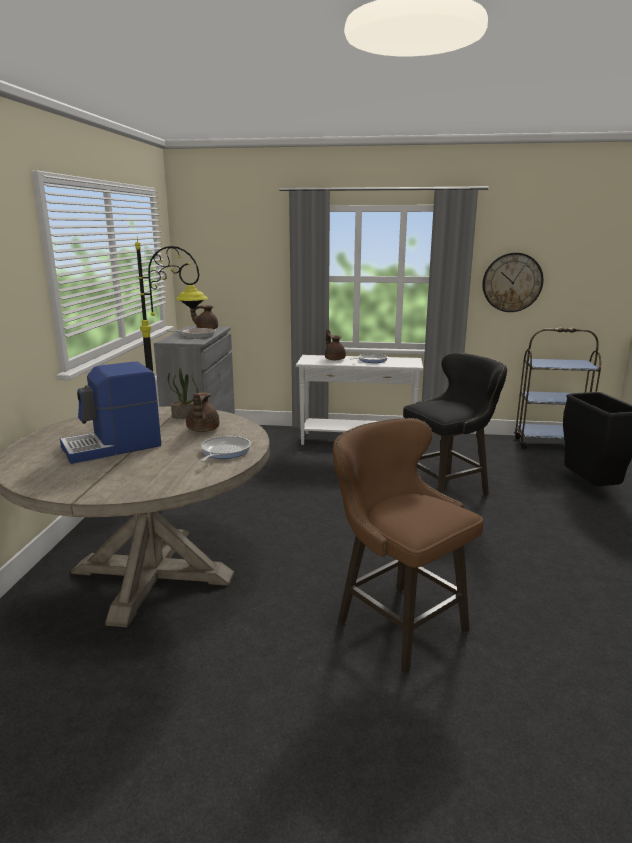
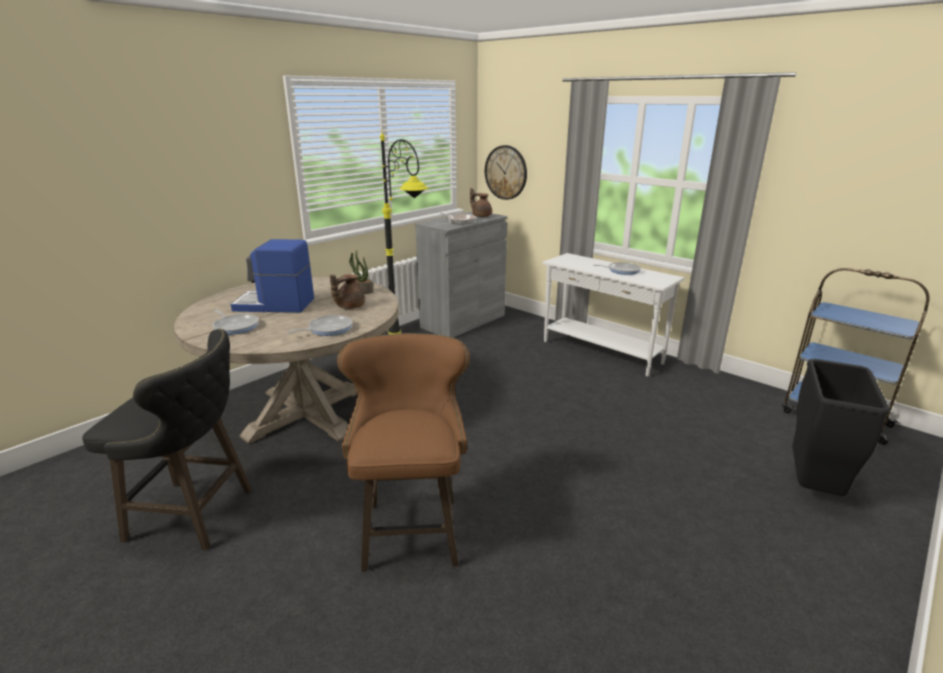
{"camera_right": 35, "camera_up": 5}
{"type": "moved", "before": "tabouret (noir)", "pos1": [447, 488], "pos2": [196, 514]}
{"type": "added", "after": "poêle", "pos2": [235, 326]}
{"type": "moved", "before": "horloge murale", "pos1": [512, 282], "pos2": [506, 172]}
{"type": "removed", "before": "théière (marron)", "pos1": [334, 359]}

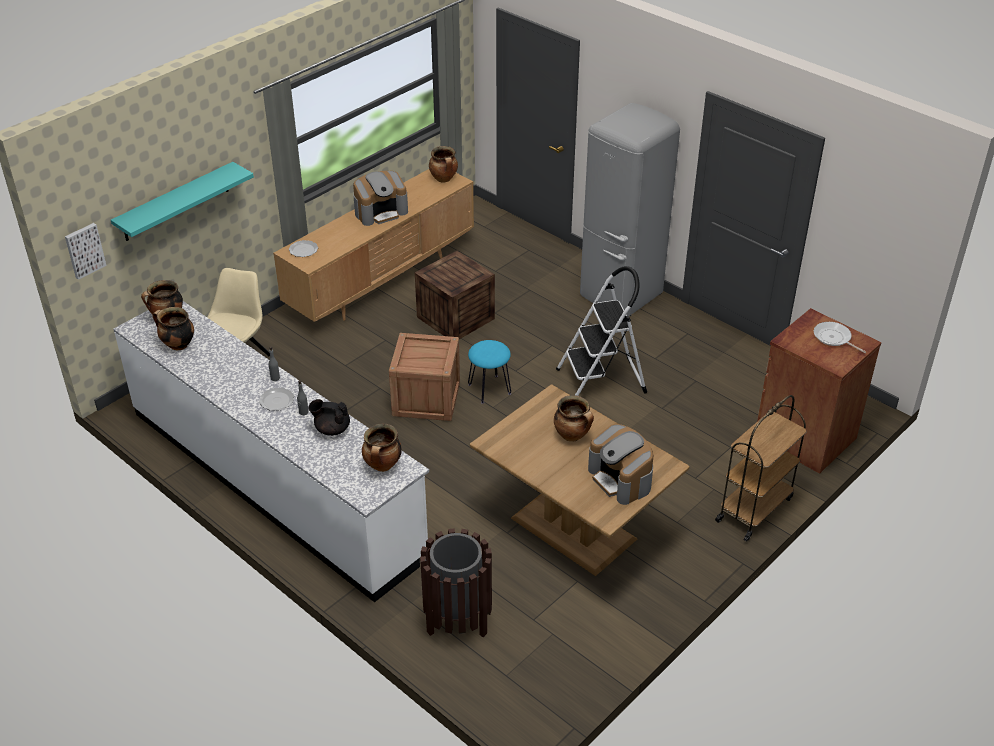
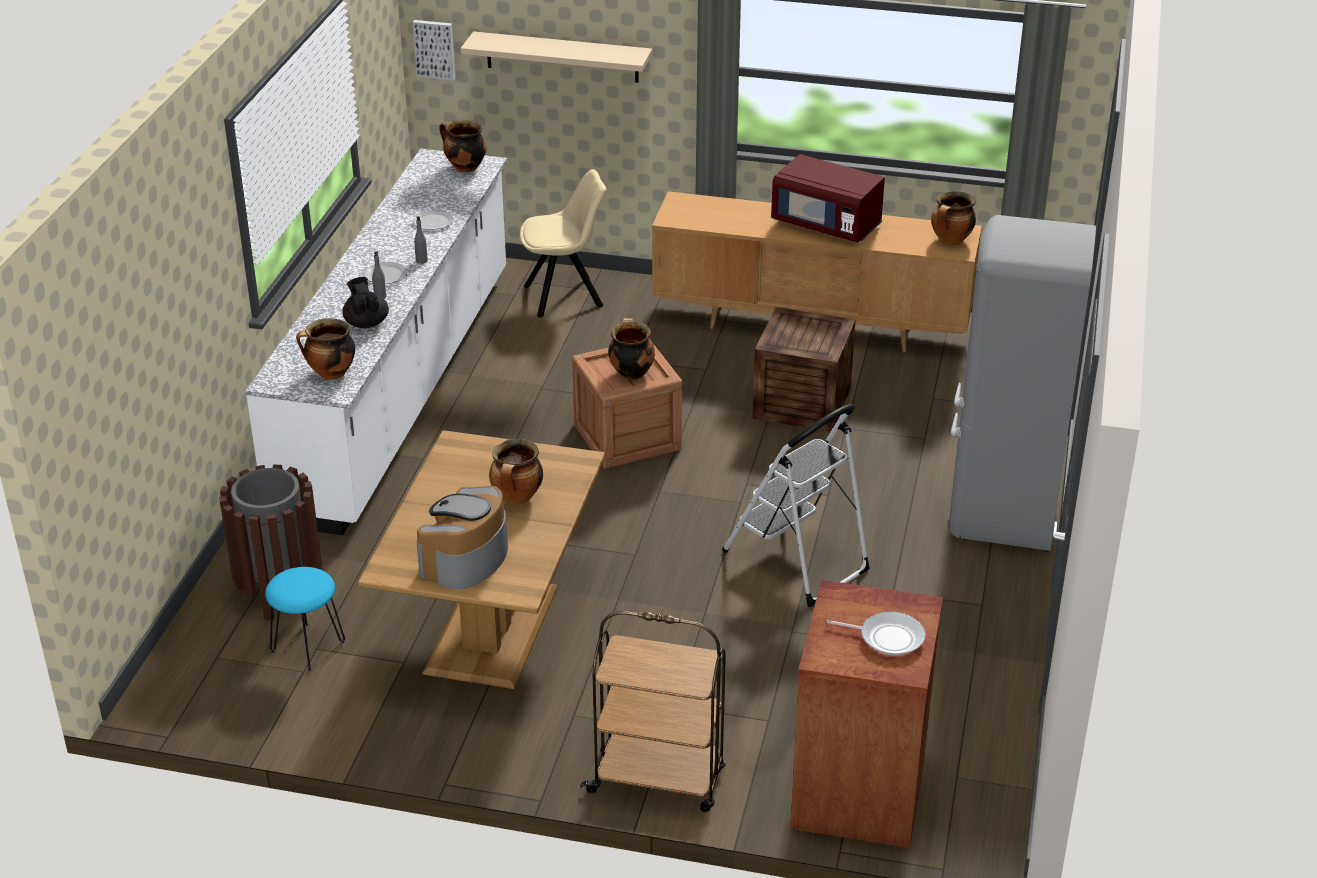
{"camera_right": 60, "camera_up": -5}
{"type": "moved", "before": "tabouret (turquoise)", "pos1": [489, 389], "pos2": [308, 647]}
{"type": "moved", "before": "assiette", "pos1": [303, 250], "pos2": [432, 222]}
{"type": "recoloured", "before": "étagère (turquoise)", "after": "étagère (beige)", "pos1": [176, 202], "pos2": [562, 57]}
{"type": "moved", "before": "marmite", "pos1": [177, 345], "pos2": [631, 373]}
{"type": "replaced", "before": "machine à café", "after": "micro-ondes (rouge)", "pos1": [381, 212], "pos2": [826, 225]}
{"type": "turned", "before": "poêle", "pos1": [833, 338], "pos2": [888, 637], "turn": 90}

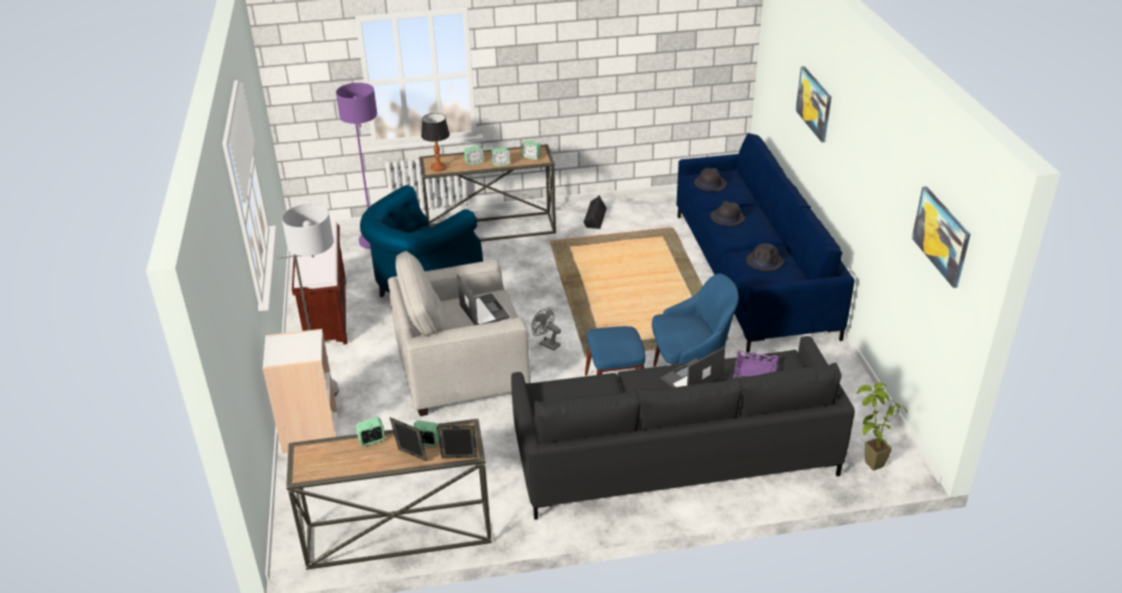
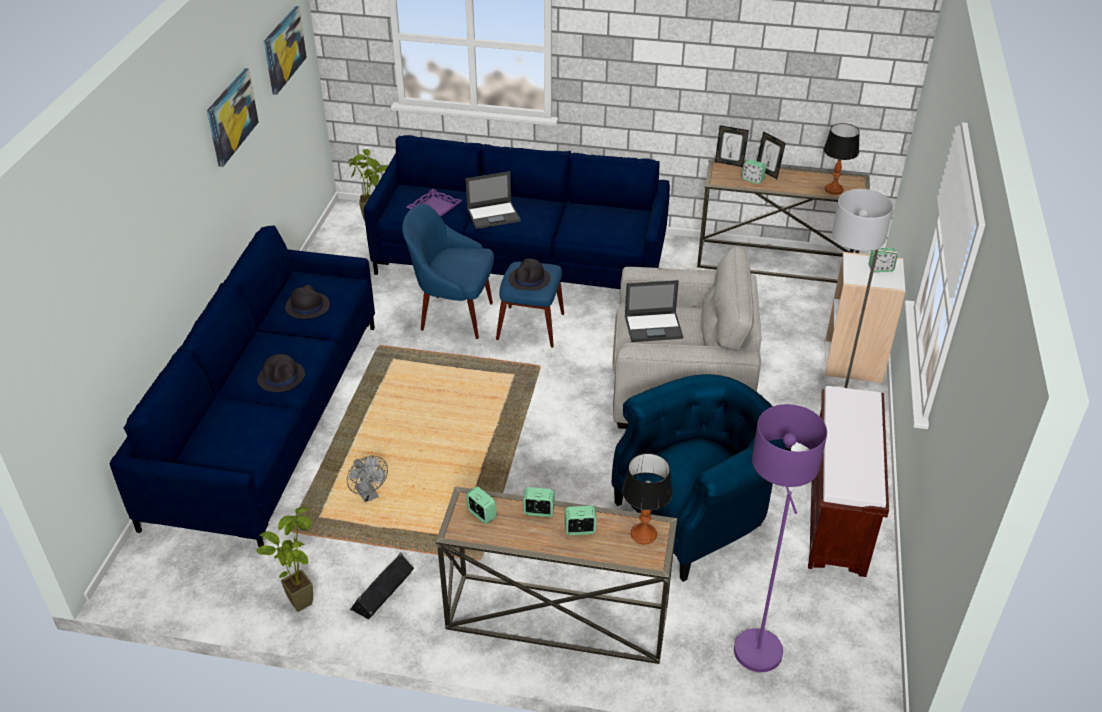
{"camera_right": -160, "camera_up": 5}
{"type": "moved", "before": "tableau", "pos1": [814, 103], "pos2": [231, 116]}
{"type": "added", "after": "plante en pot", "pos2": [299, 596]}
{"type": "moved", "before": "ventilateur (gris)", "pos1": [546, 344], "pos2": [369, 495]}
{"type": "recoloured", "before": "canapé (noir)", "after": "canapé (bleu)", "pos1": [674, 455], "pos2": [520, 261]}
{"type": "moved", "before": "chapeau (noir)", "pos1": [710, 183], "pos2": [529, 279]}
{"type": "turned", "before": "ordinateur portable", "pos1": [483, 310], "pos2": [654, 327], "turn": -90}
{"type": "added", "after": "lampe de table", "pos2": [833, 189]}
{"type": "moved", "before": "réveil", "pos1": [372, 440], "pos2": [880, 269]}

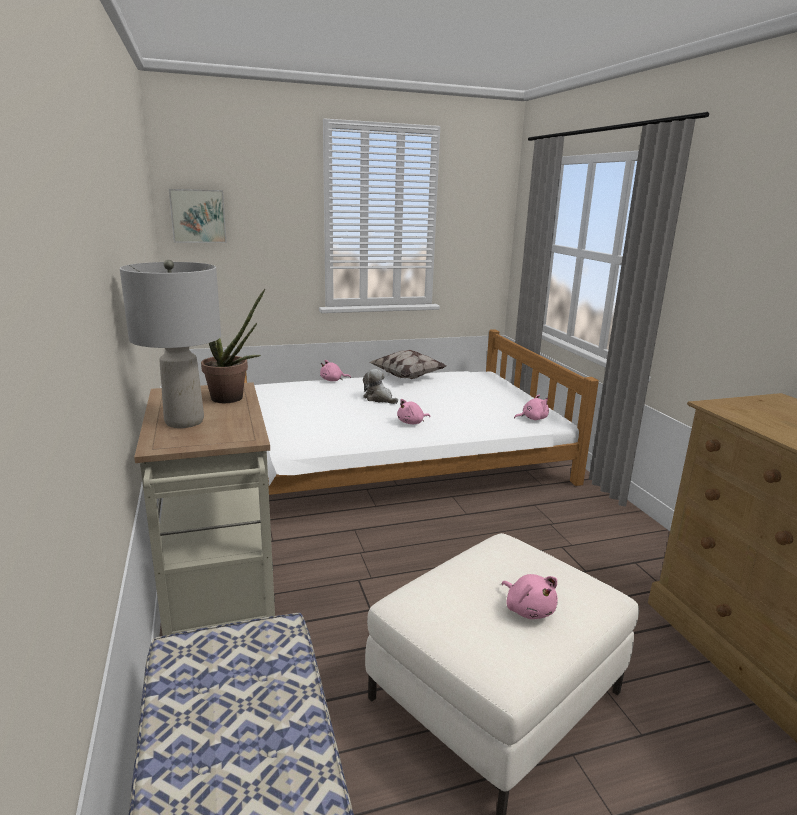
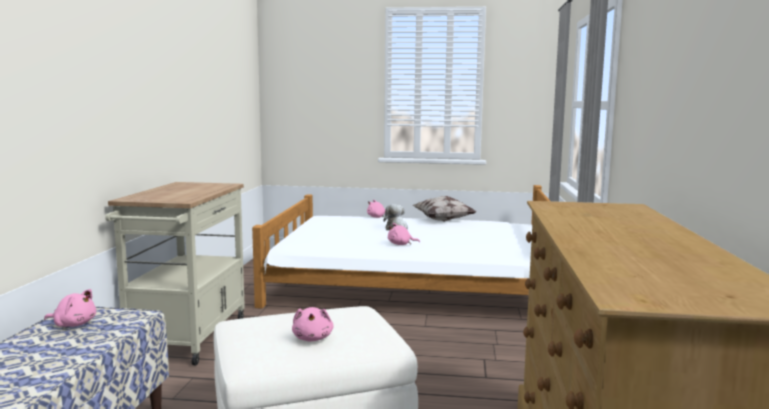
{"camera_right": 25, "camera_up": -10}
{"type": "moved", "before": "peluche (rose)", "pos1": [532, 418], "pos2": [73, 324]}
{"type": "removed", "before": "lampe de table (gris)", "pos1": [185, 421]}
{"type": "removed", "before": "tableau", "pos1": [198, 216]}
{"type": "removed", "before": "plante en pot", "pos1": [232, 399]}

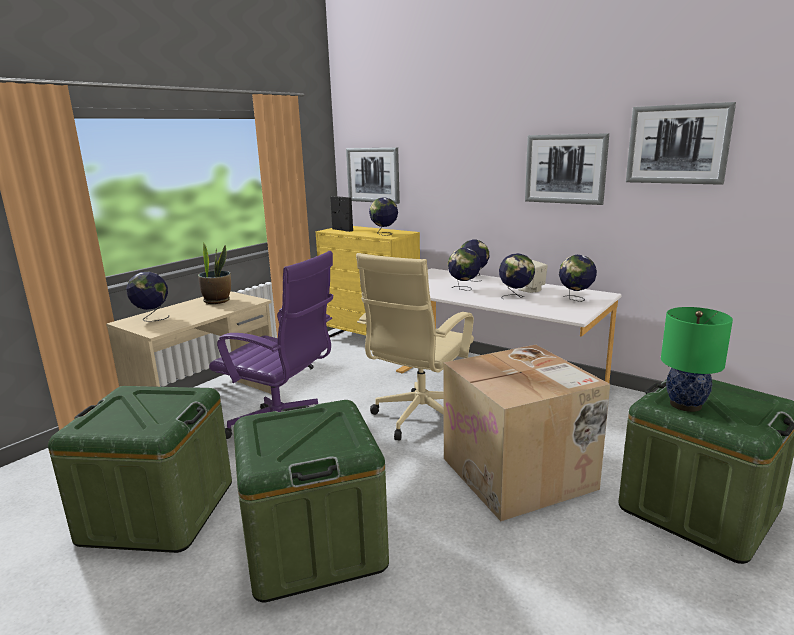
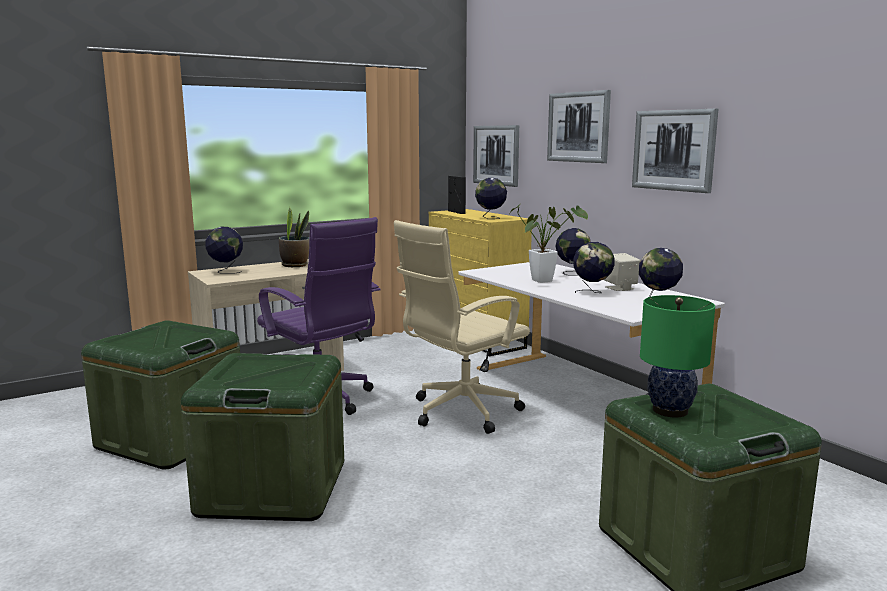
{"camera_right": 20, "camera_up": -5}
{"type": "replaced", "before": "globe", "after": "plante en pot", "pos1": [464, 289], "pos2": [546, 280]}
{"type": "moved", "before": "tableau", "pos1": [677, 144], "pos2": [578, 127]}
{"type": "removed", "before": "carton", "pos1": [520, 473]}

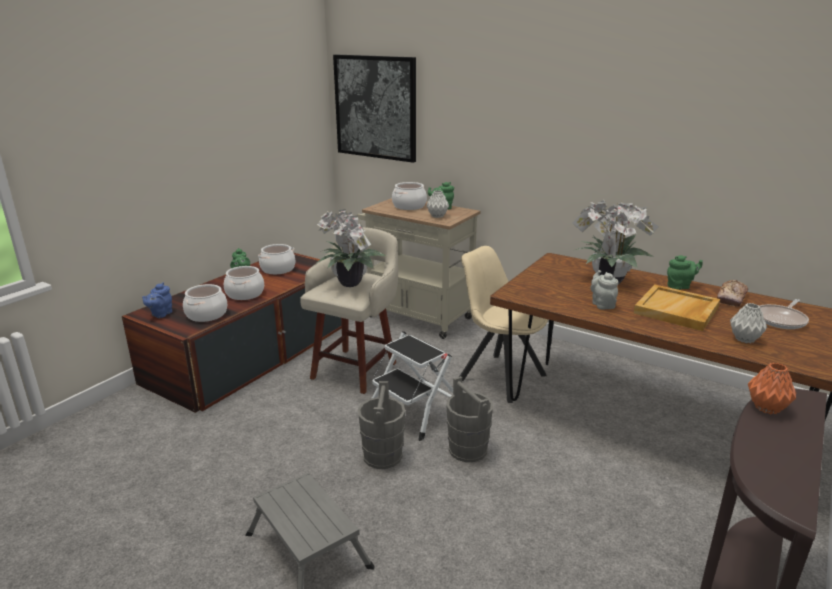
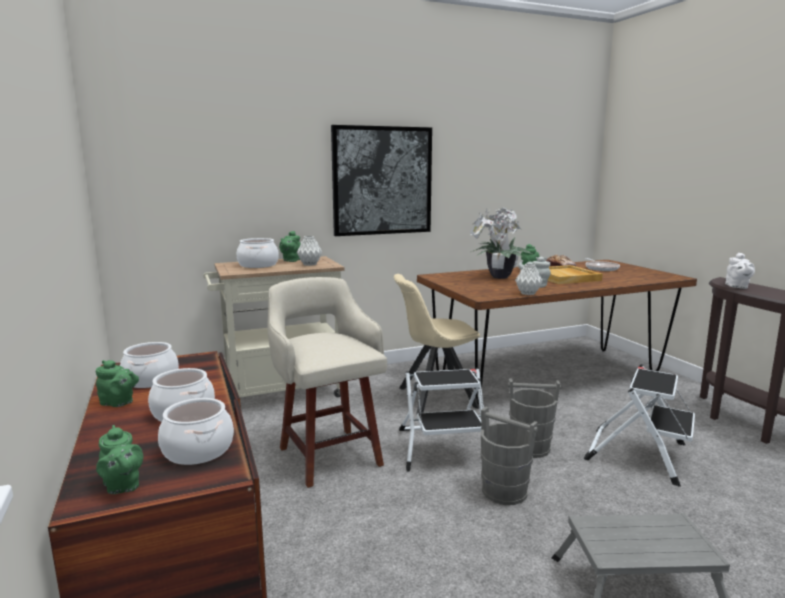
{"camera_right": -55, "camera_up": -10}
{"type": "recoloured", "before": "théière (bleu)", "after": "théière (vert)", "pos1": [160, 314], "pos2": [122, 486]}
{"type": "moved", "before": "tableau", "pos1": [375, 107], "pos2": [382, 181]}
{"type": "moved", "before": "vase (gris)", "pos1": [745, 339], "pos2": [528, 293]}
{"type": "added", "after": "escabeau", "pos2": [638, 453]}
{"type": "replaced", "before": "vase (orange)", "after": "théière (blanc)", "pos1": [767, 408], "pos2": [737, 287]}
{"type": "removed", "before": "plante en pot", "pos1": [350, 285]}

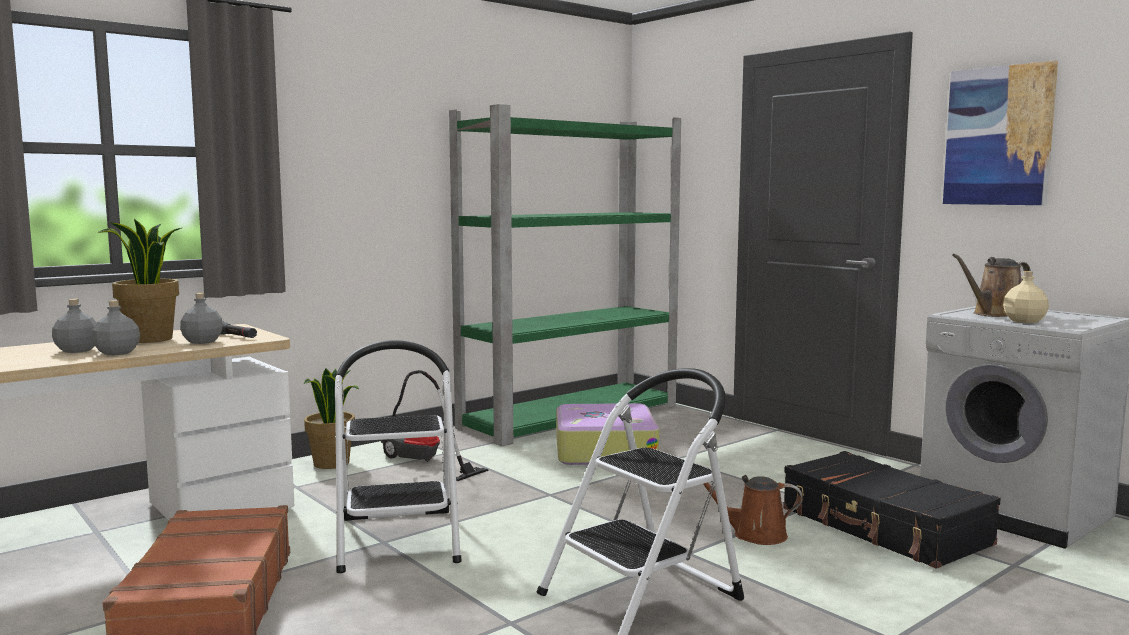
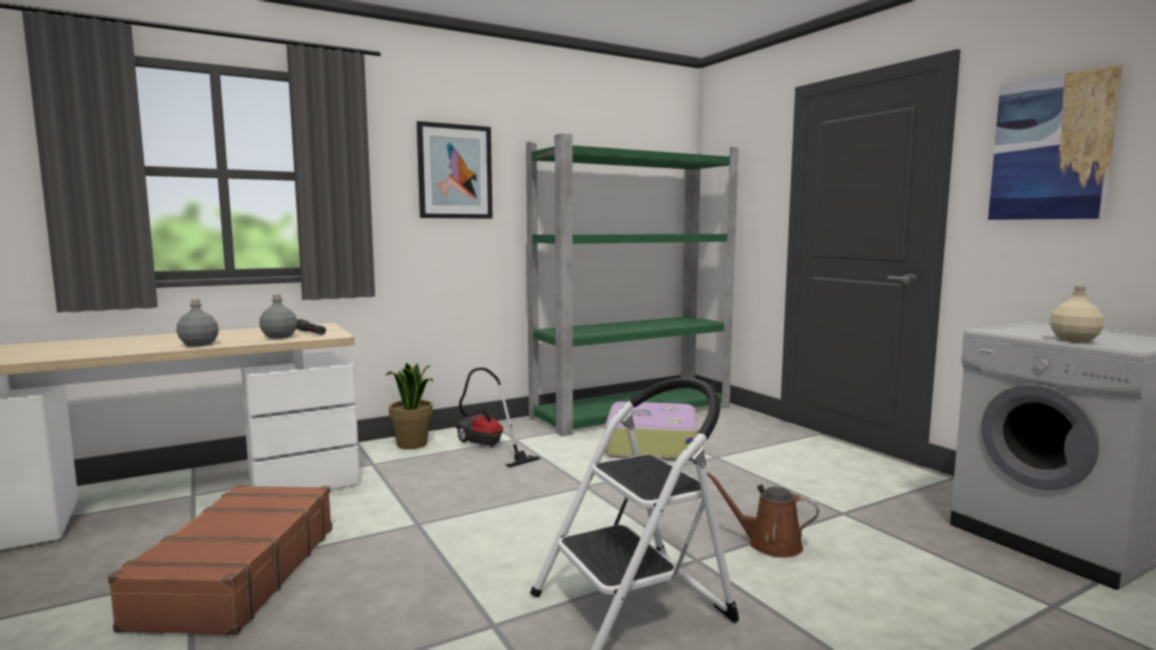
{"camera_right": 10, "camera_up": 0}
{"type": "added", "after": "tableau", "pos2": [455, 171]}
{"type": "removed", "before": "bouteille (gris)", "pos1": [77, 350]}
{"type": "removed", "before": "plante en pot", "pos1": [149, 339]}
{"type": "removed", "before": "escabeau", "pos1": [399, 538]}
{"type": "removed", "before": "valise (noir)", "pos1": [883, 527]}
{"type": "removed", "before": "arrosoir (marron)", "pos1": [995, 314]}

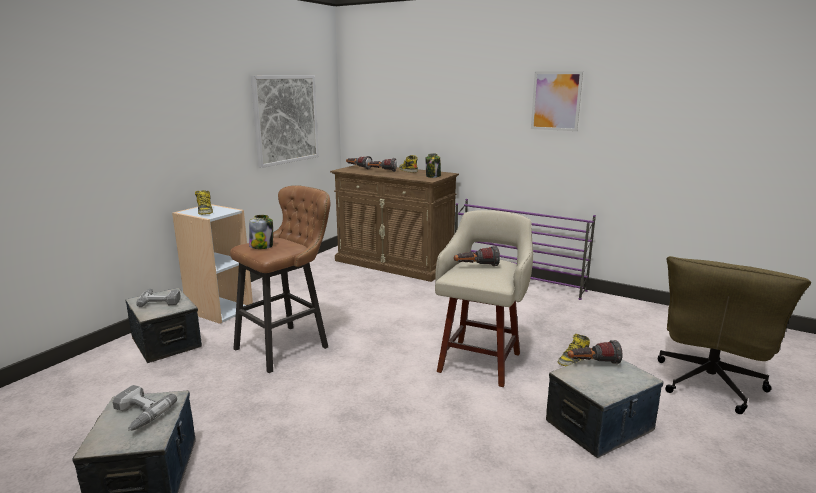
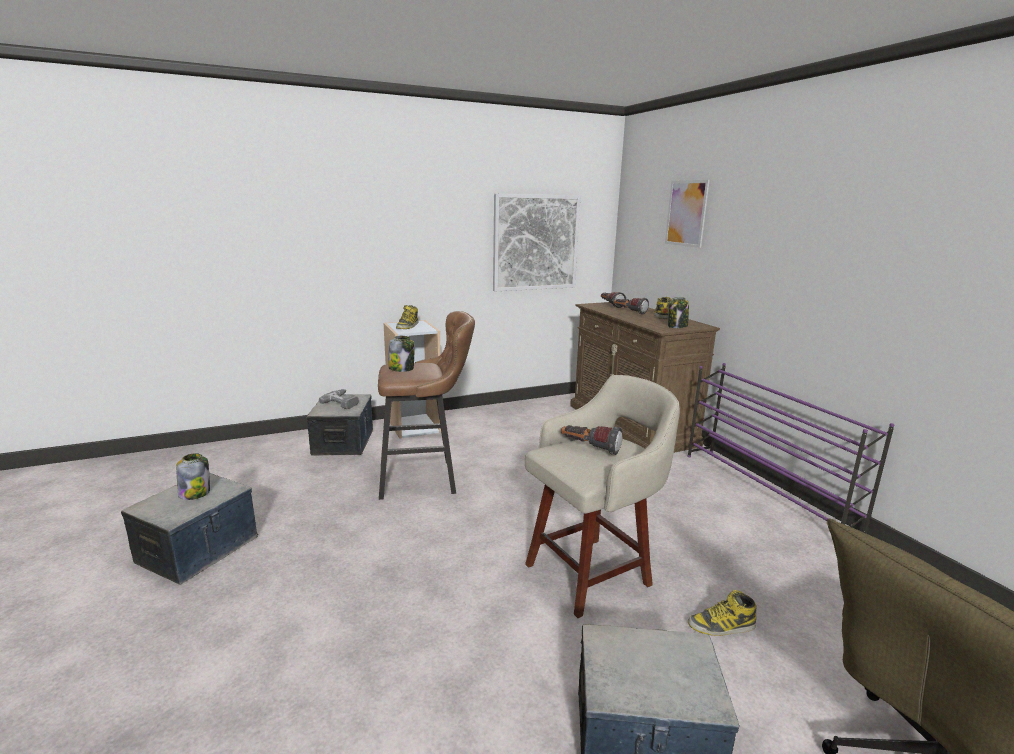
{"camera_right": 35, "camera_up": 0}
{"type": "replaced", "before": "perceuse", "after": "bocal", "pos1": [137, 414], "pos2": [195, 493]}
{"type": "moved", "before": "tableau", "pos1": [556, 101], "pos2": [686, 213]}
{"type": "removed", "before": "lampe de poche", "pos1": [592, 363]}

